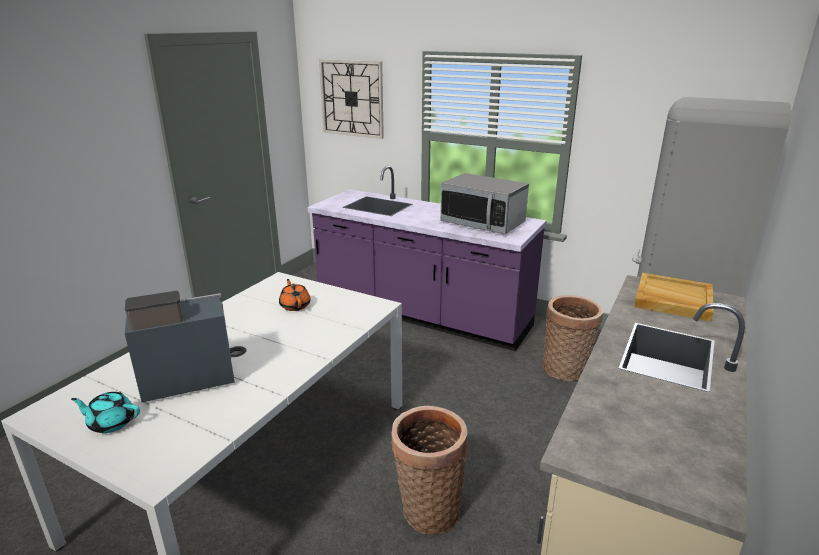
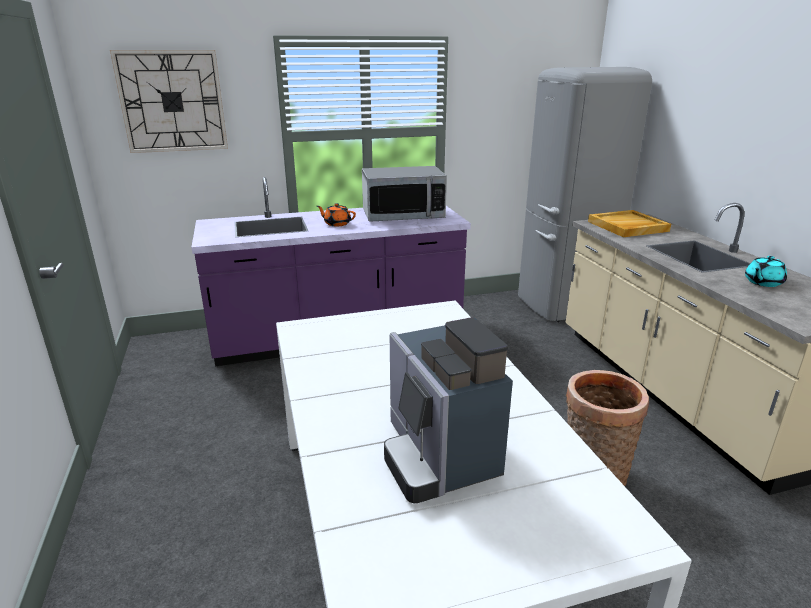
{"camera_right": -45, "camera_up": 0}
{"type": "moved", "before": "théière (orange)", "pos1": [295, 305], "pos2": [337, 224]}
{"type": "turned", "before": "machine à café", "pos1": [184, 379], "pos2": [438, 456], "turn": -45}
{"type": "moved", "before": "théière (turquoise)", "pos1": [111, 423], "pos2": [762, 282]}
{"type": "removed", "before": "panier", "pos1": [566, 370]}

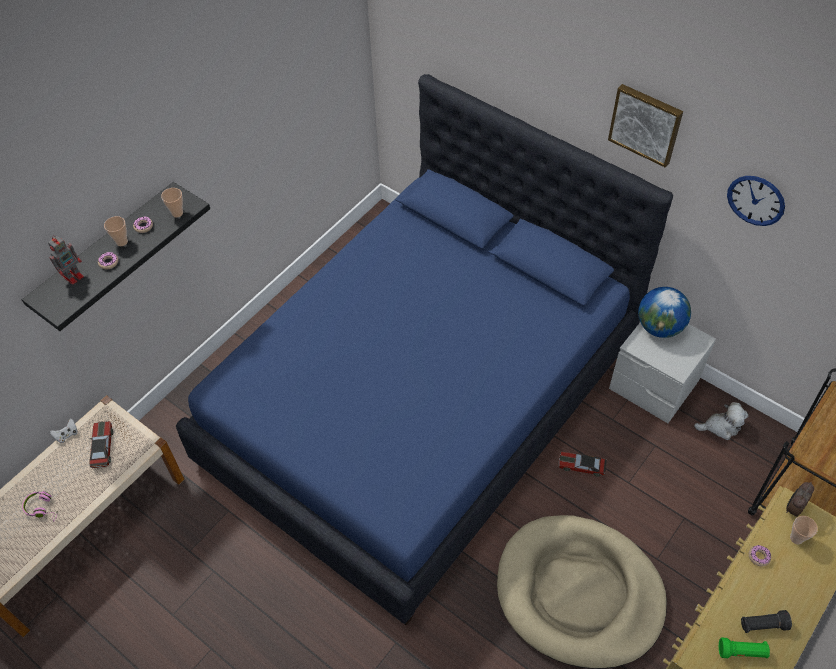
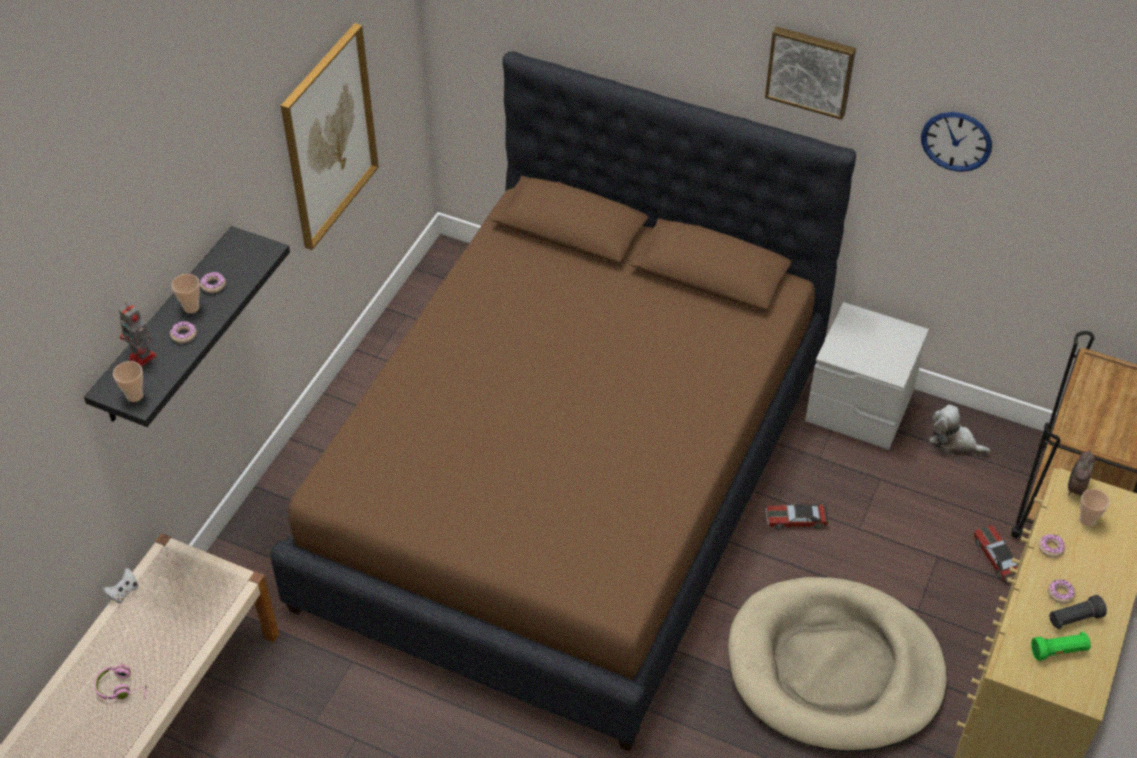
{"camera_right": -15, "camera_up": -5}
{"type": "moved", "before": "tasse", "pos1": [177, 213], "pos2": [135, 396]}
{"type": "turned", "before": "robot jouet", "pos1": [74, 276], "pos2": [143, 357], "turn": 105}
{"type": "recoloured", "before": "lit (bleu)", "after": "lit (marron)", "pos1": [421, 402], "pos2": [569, 480]}
{"type": "added", "after": "tableau", "pos2": [329, 137]}
{"type": "turned", "before": "peluche", "pos1": [721, 427], "pos2": [953, 442], "turn": -135}
{"type": "moved", "before": "petite voiture", "pos1": [102, 447], "pos2": [996, 557]}
{"type": "added", "after": "beignet", "pos2": [1060, 593]}
{"type": "removed", "before": "globe", "pos1": [659, 327]}

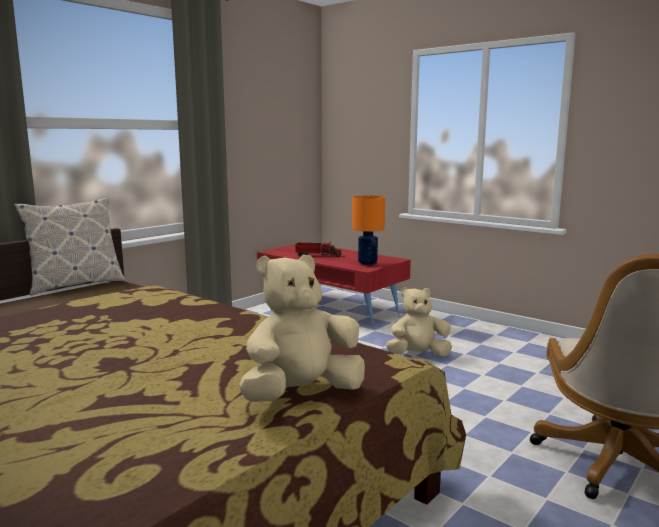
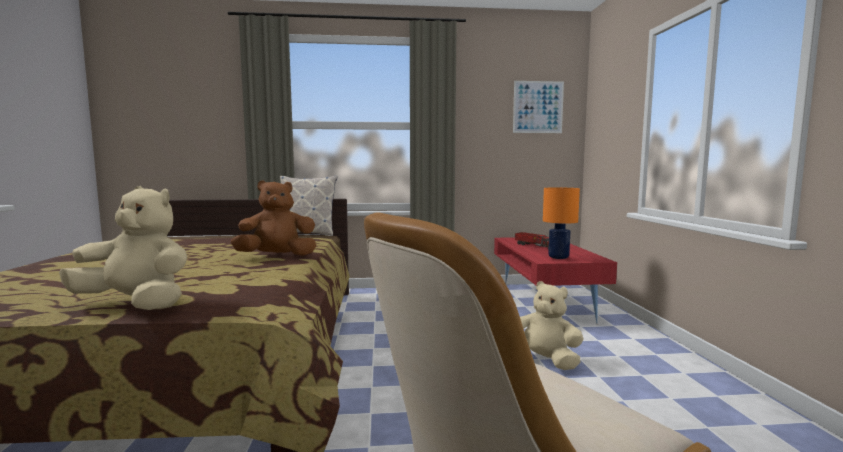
{"camera_right": 45, "camera_up": -5}
{"type": "added", "after": "peluche (marron)", "pos2": [277, 256]}
{"type": "added", "after": "tableau", "pos2": [538, 107]}

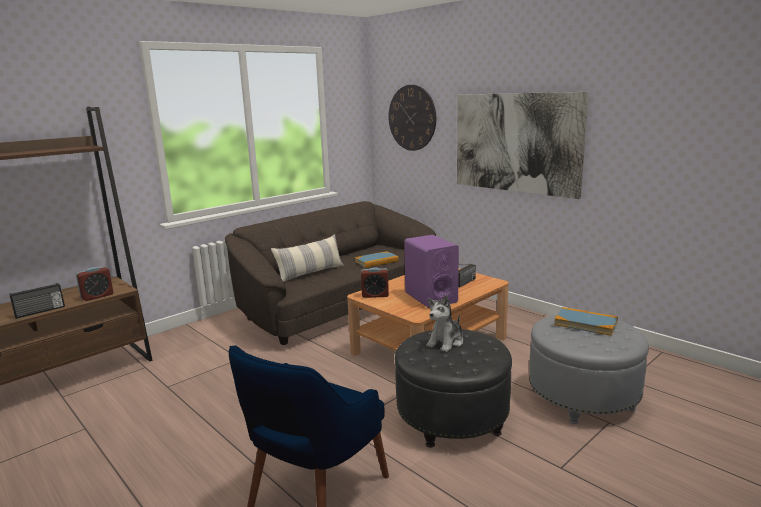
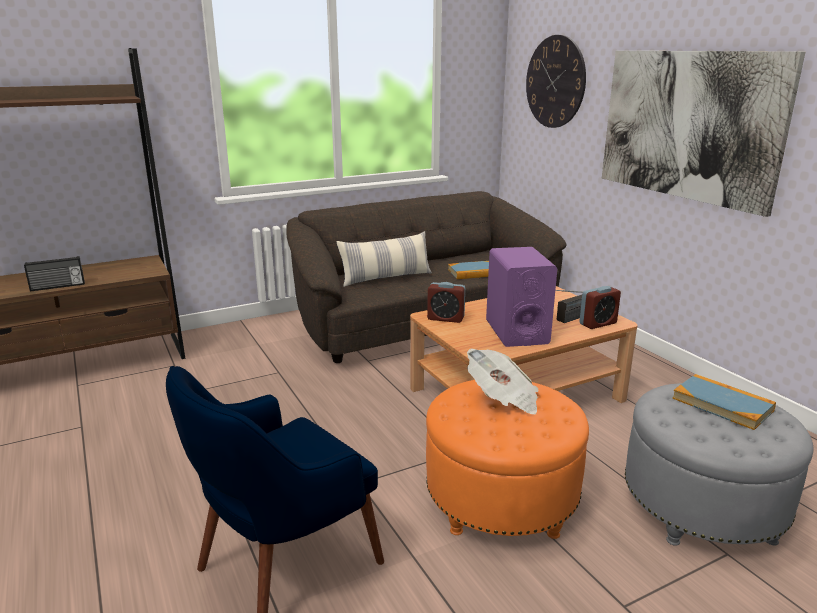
{"camera_right": 15, "camera_up": 5}
{"type": "recoloured", "before": "pouf (noir)", "after": "pouf (orange)", "pos1": [452, 419], "pos2": [501, 502]}
{"type": "replaced", "before": "peluche", "after": "journal", "pos1": [446, 342], "pos2": [503, 399]}
{"type": "moved", "before": "réveil", "pos1": [97, 296], "pos2": [598, 323]}

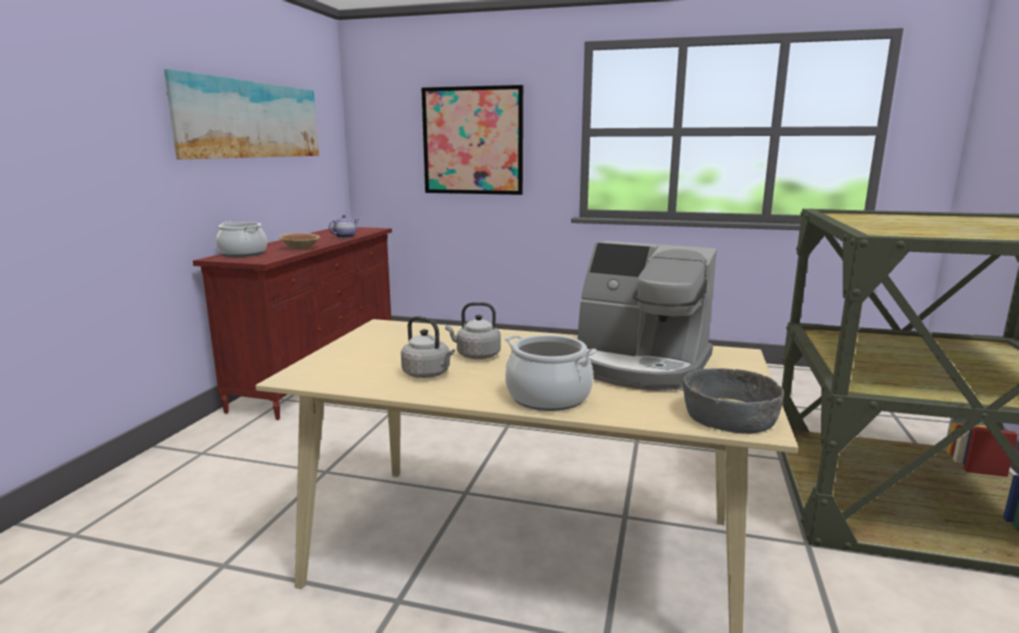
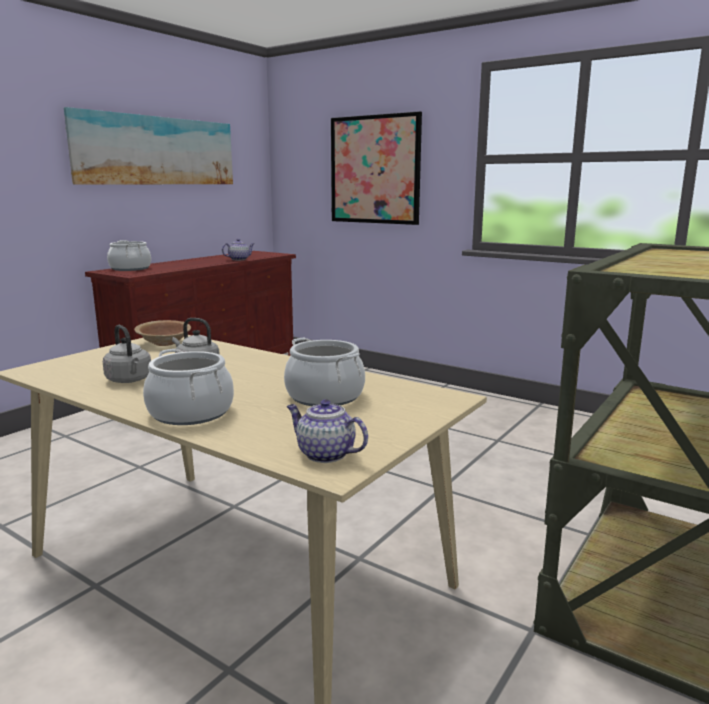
{"camera_right": 20, "camera_up": 0}
{"type": "moved", "before": "bol (marron)", "pos1": [300, 248], "pos2": [164, 343]}
{"type": "replaced", "before": "machine à café", "after": "marmite", "pos1": [638, 365], "pos2": [325, 396]}
{"type": "replaced", "before": "bol (gris)", "after": "théière", "pos1": [727, 416], "pos2": [324, 454]}

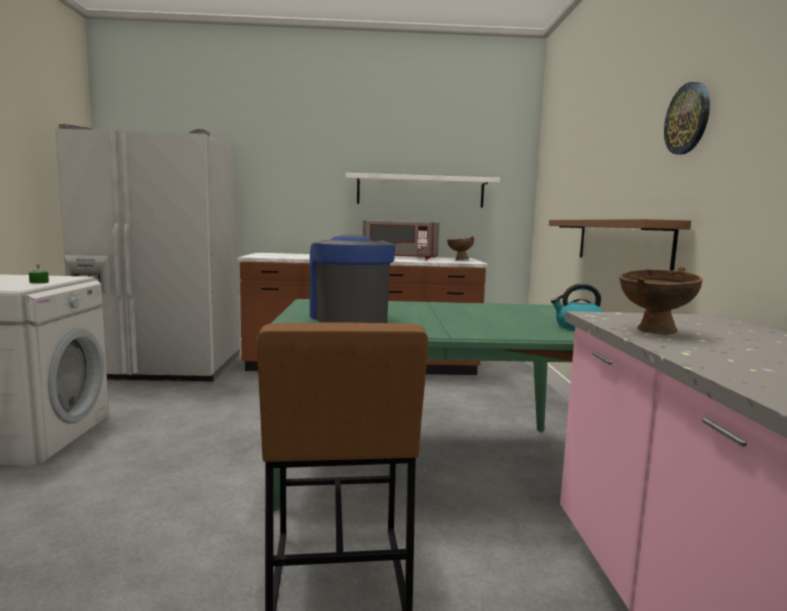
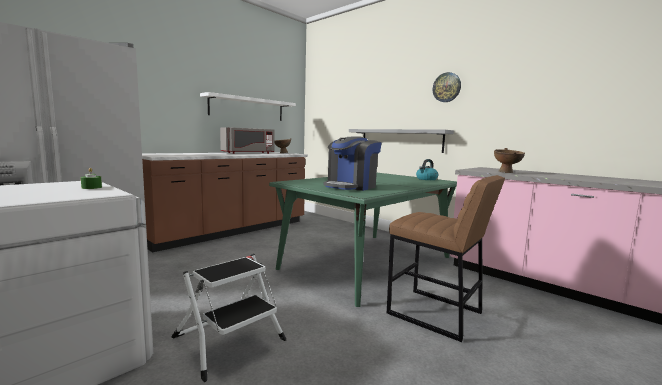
{"camera_right": -45, "camera_up": 0}
{"type": "added", "after": "escabeau", "pos2": [228, 340]}
{"type": "turned", "before": "machine à café", "pos1": [348, 318], "pos2": [351, 186], "turn": -75}
{"type": "recoloured", "before": "étagère (marron)", "after": "étagère (gris)", "pos1": [620, 242], "pos2": [400, 140]}

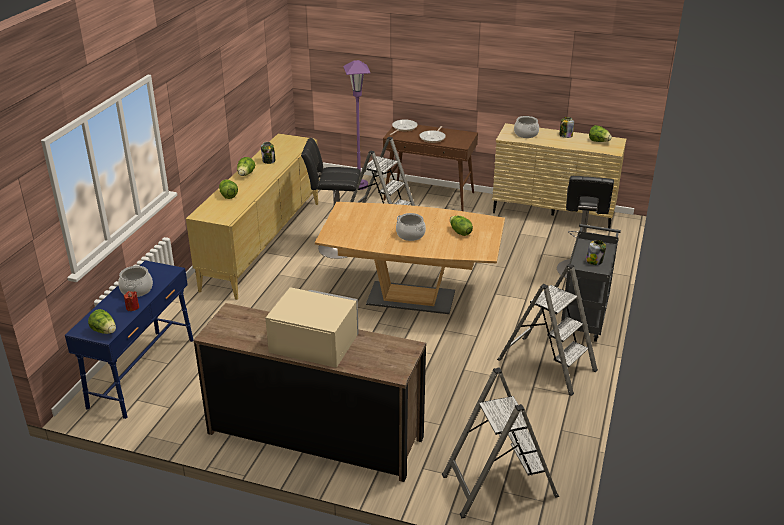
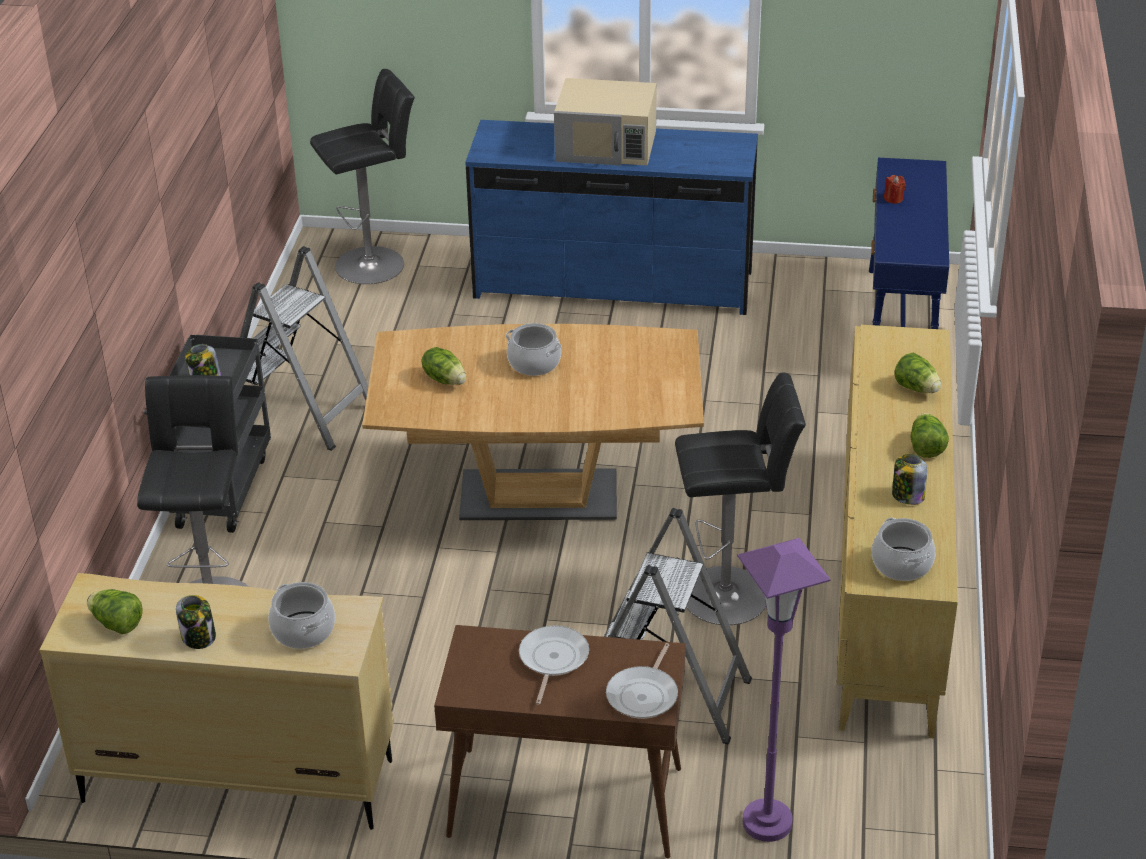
{"camera_right": 170, "camera_up": 5}
{"type": "replaced", "before": "escabeau (gris)", "after": "tabouret (noir)", "pos1": [498, 485], "pos2": [374, 263]}
{"type": "recoloured", "before": "commode (marron)", "after": "commode (bleu)", "pos1": [314, 434], "pos2": [614, 284]}
{"type": "moved", "before": "marmite", "pos1": [137, 290], "pos2": [901, 564]}
{"type": "removed", "before": "laitue", "pos1": [105, 331]}

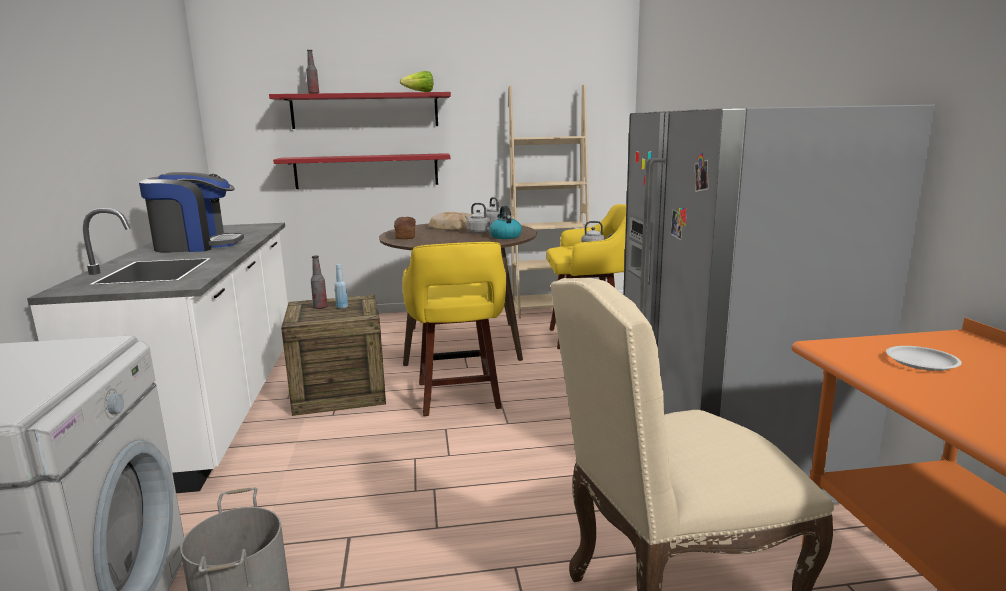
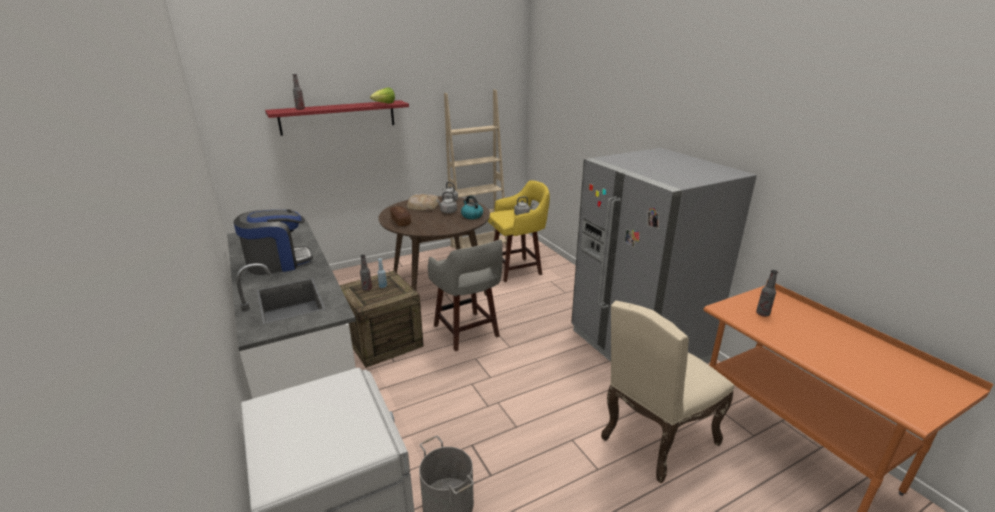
{"camera_right": -20, "camera_up": 10}
{"type": "recoloured", "before": "tabouret (jaune)", "after": "tabouret (gris)", "pos1": [458, 398], "pos2": [467, 333]}
{"type": "replaced", "before": "assiette (blanc)", "after": "bouteille", "pos1": [921, 362], "pos2": [762, 314]}
{"type": "removed", "before": "étagère (rouge)", "pos1": [366, 171]}

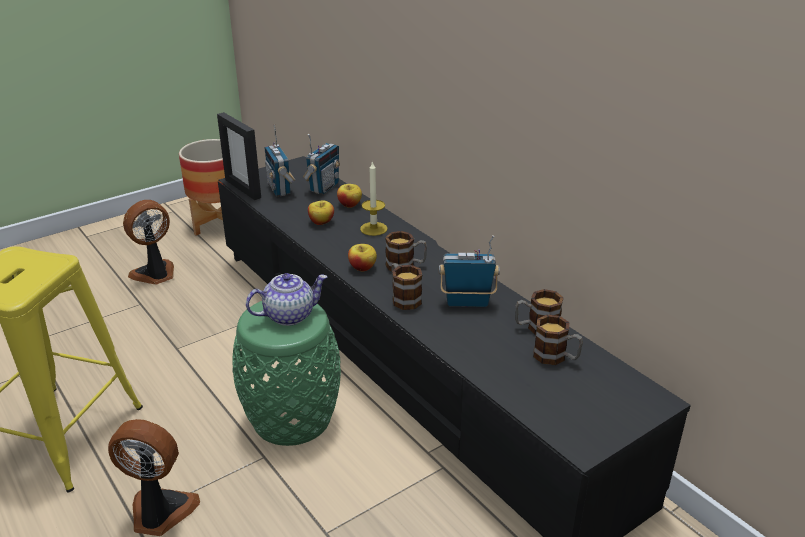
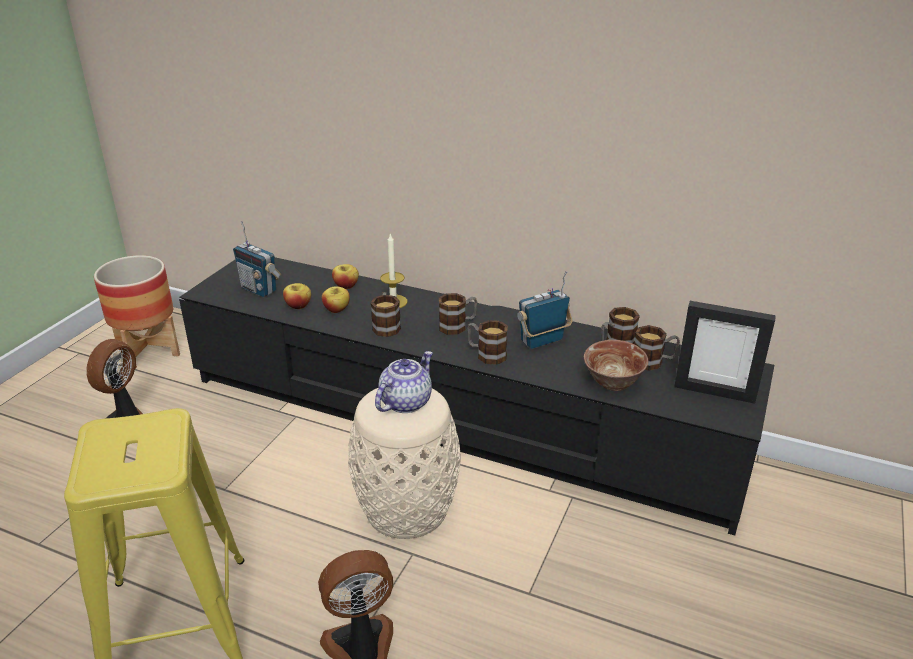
{"camera_right": -30, "camera_up": 0}
{"type": "moved", "before": "pomme", "pos1": [362, 267], "pos2": [298, 306]}
{"type": "recoloured", "before": "tabouret (vert)", "after": "tabouret (beige)", "pos1": [292, 419], "pos2": [407, 510]}
{"type": "added", "after": "mug", "pos2": [386, 326]}
{"type": "added", "after": "bol", "pos2": [613, 383]}
{"type": "moved", "before": "cadre photo", "pos1": [244, 188], "pos2": [714, 391]}
{"type": "removed", "before": "radio", "pos1": [324, 187]}

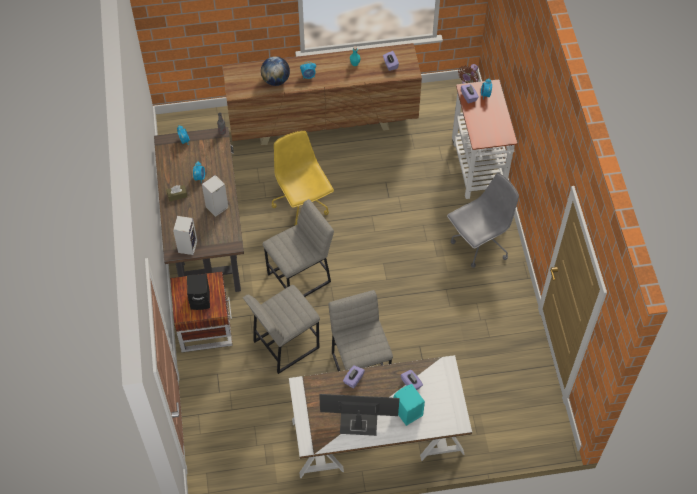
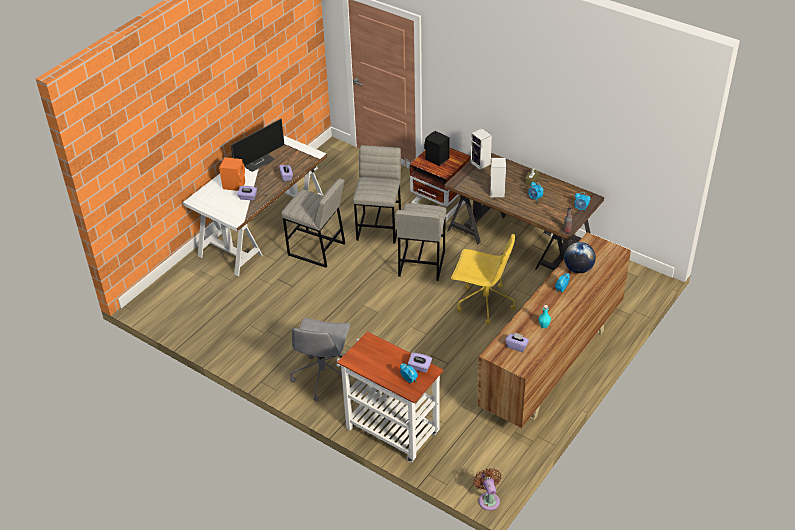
{"camera_right": 135, "camera_up": -15}
{"type": "recoloured", "before": "enceinte (turquoise)", "after": "enceinte (orange)", "pos1": [407, 412], "pos2": [234, 184]}

